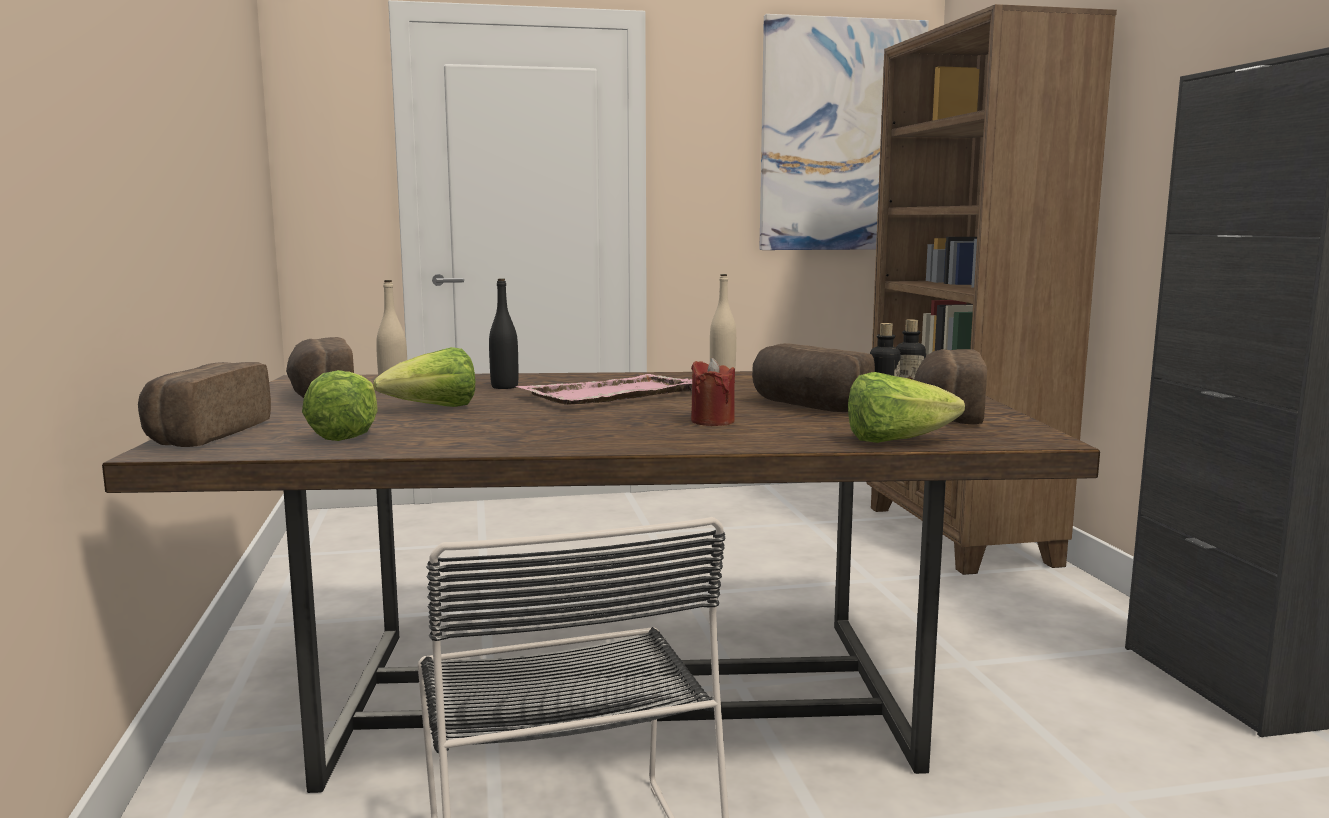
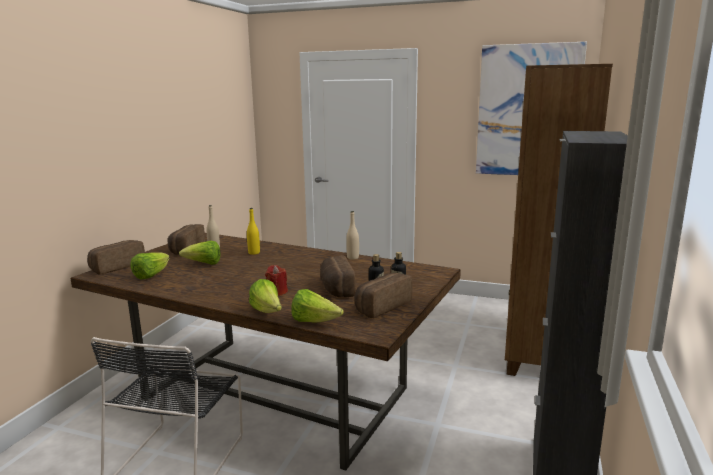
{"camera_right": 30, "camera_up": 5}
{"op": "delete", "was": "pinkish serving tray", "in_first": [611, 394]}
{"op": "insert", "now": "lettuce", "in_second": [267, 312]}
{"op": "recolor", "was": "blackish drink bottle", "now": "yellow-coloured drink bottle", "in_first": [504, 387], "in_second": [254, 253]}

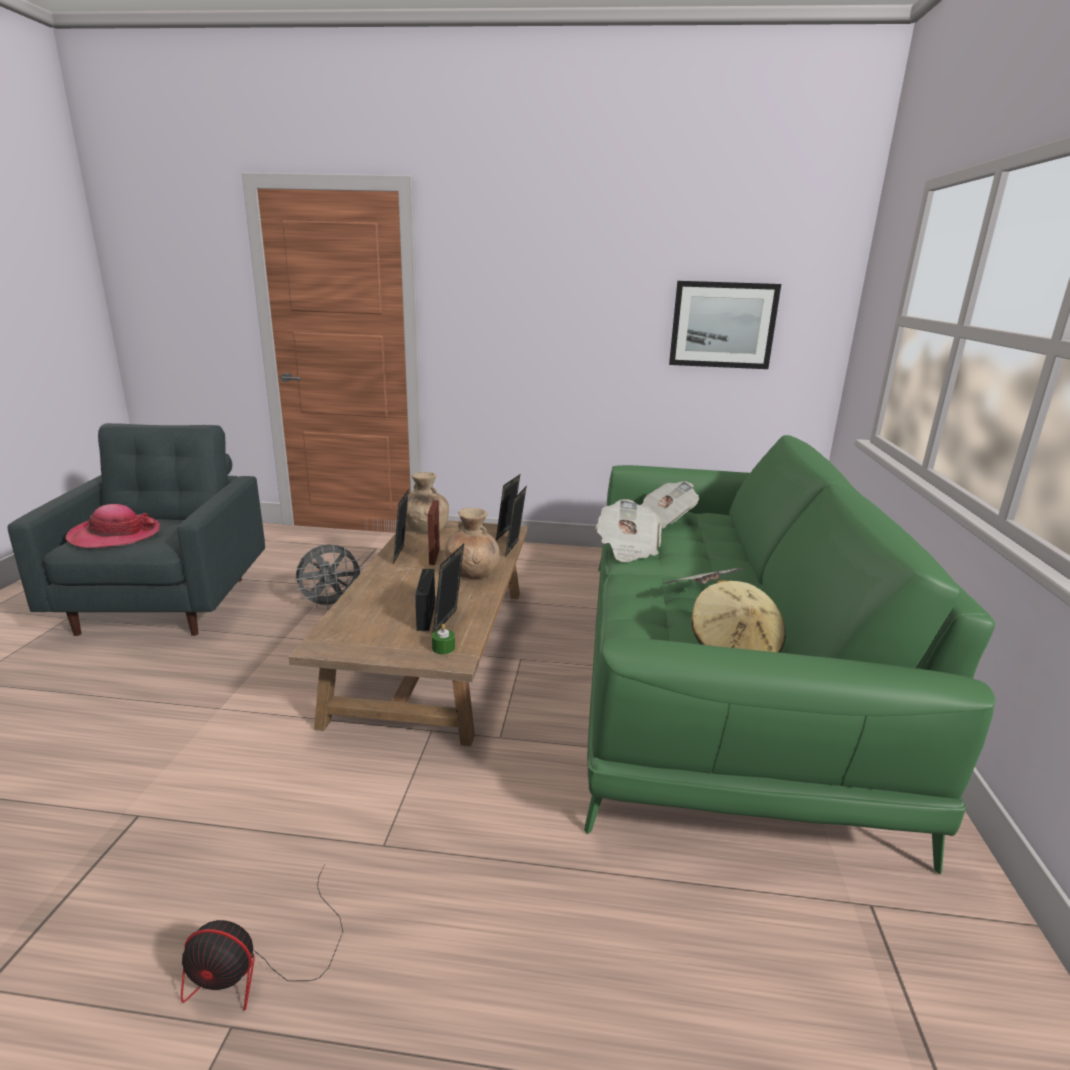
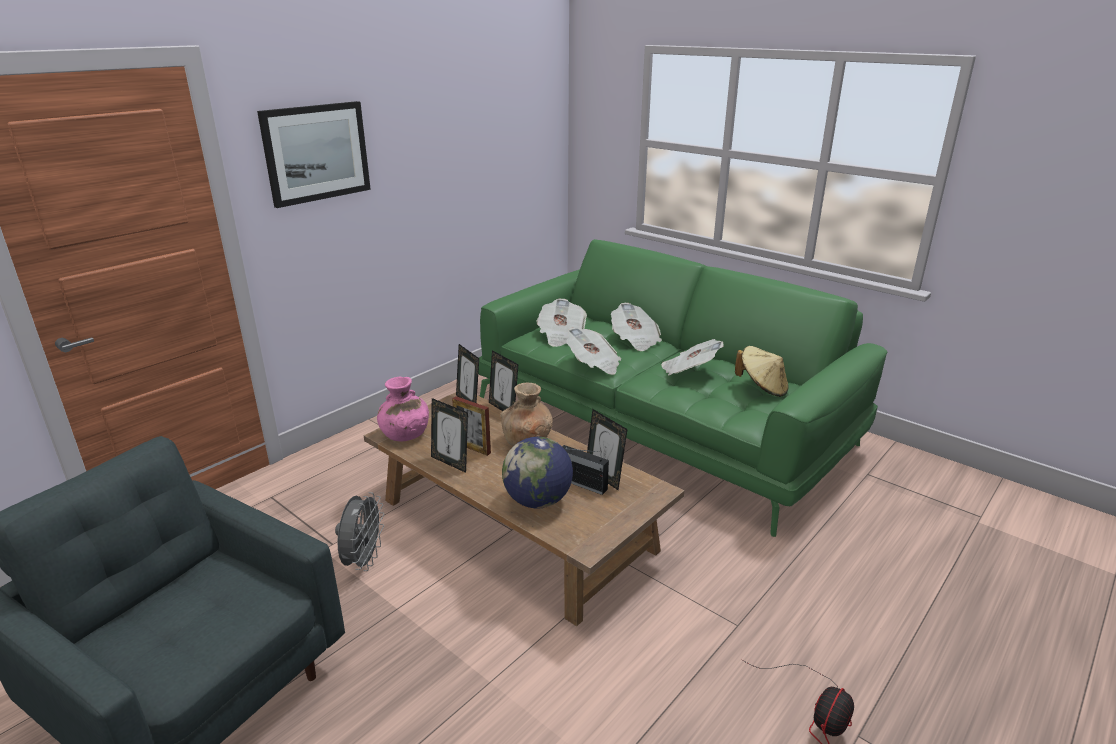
{"camera_right": -55, "camera_up": 5}
{"op": "delete", "was": "clothing hat", "in_first": [115, 535]}
{"op": "delete", "was": "greenish candle", "in_first": [443, 648]}
{"op": "insert", "now": "world globe", "in_second": [538, 501]}
{"op": "insert", "now": "newspaper", "in_second": [635, 340]}
{"op": "move", "was": "wall picture", "in_first": [723, 325], "in_second": [316, 153]}
{"op": "recolor", "was": "brown vase", "now": "pinkish vase", "in_first": [425, 528], "in_second": [405, 434]}

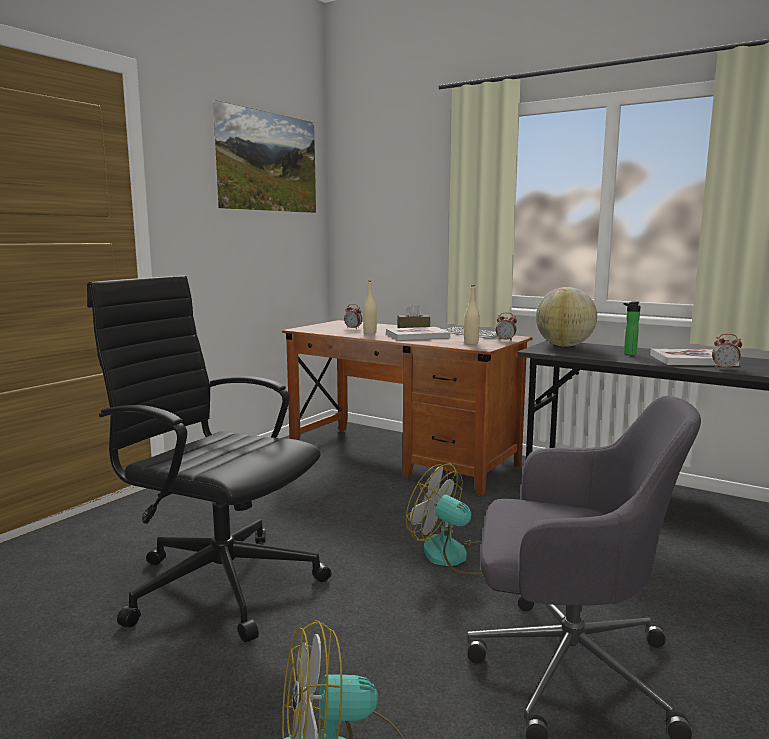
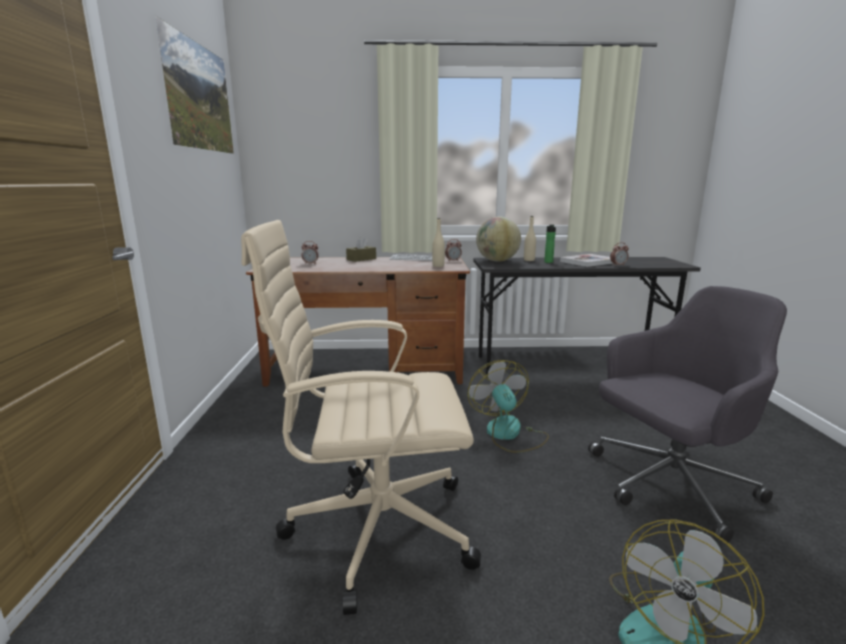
{"camera_right": -35, "camera_up": 5}
{"op": "delete", "was": "volume", "in_first": [417, 336]}
{"op": "move", "was": "sand-coloured drink bottle", "in_first": [370, 333], "in_second": [529, 260]}
{"op": "recolor", "was": "blackish office chair", "now": "sand-coloured office chair", "in_first": [219, 583], "in_second": [374, 528]}
{"op": "rotate", "was": "electric fan", "in_first": [455, 556], "in_second": [509, 434], "clockwise": 75}

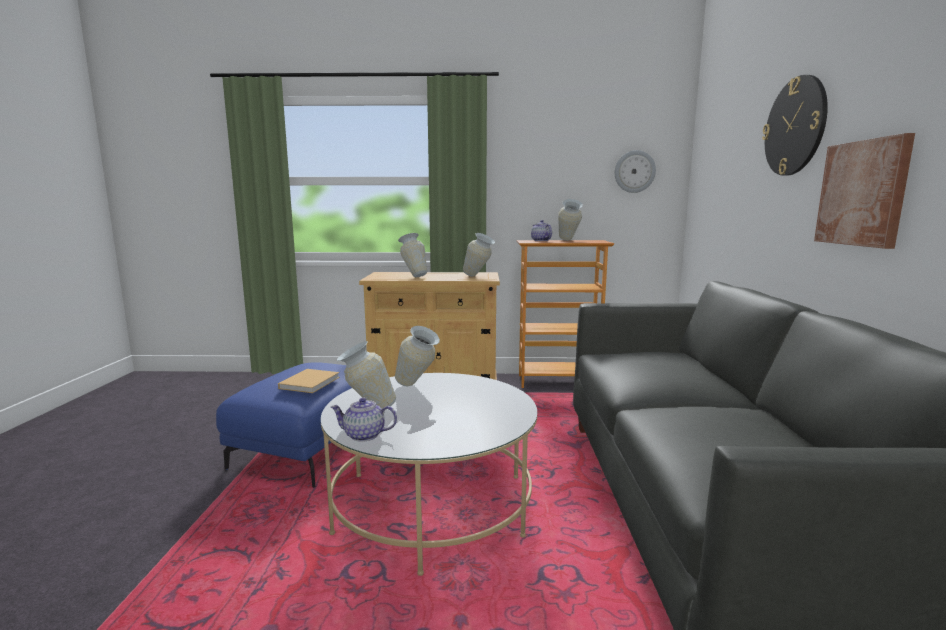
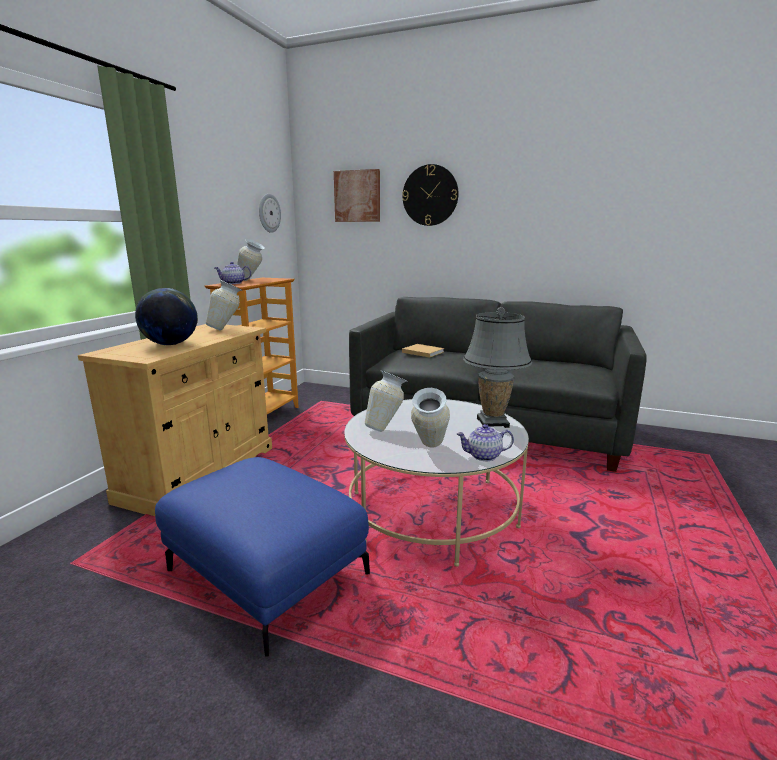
{"camera_right": -70, "camera_up": 5}
{"op": "insert", "now": "gray table lamp", "in_second": [493, 423]}
{"op": "move", "was": "sand-coloured volume", "in_first": [311, 382], "in_second": [422, 352]}
{"op": "move", "was": "wall picture", "in_first": [863, 193], "in_second": [357, 196]}
{"op": "replace", "was": "vase", "now": "world globe", "in_first": [413, 276], "in_second": [171, 344]}
{"op": "rotate", "was": "pot for tea", "in_first": [364, 435], "in_second": [483, 456], "clockwise": 60}

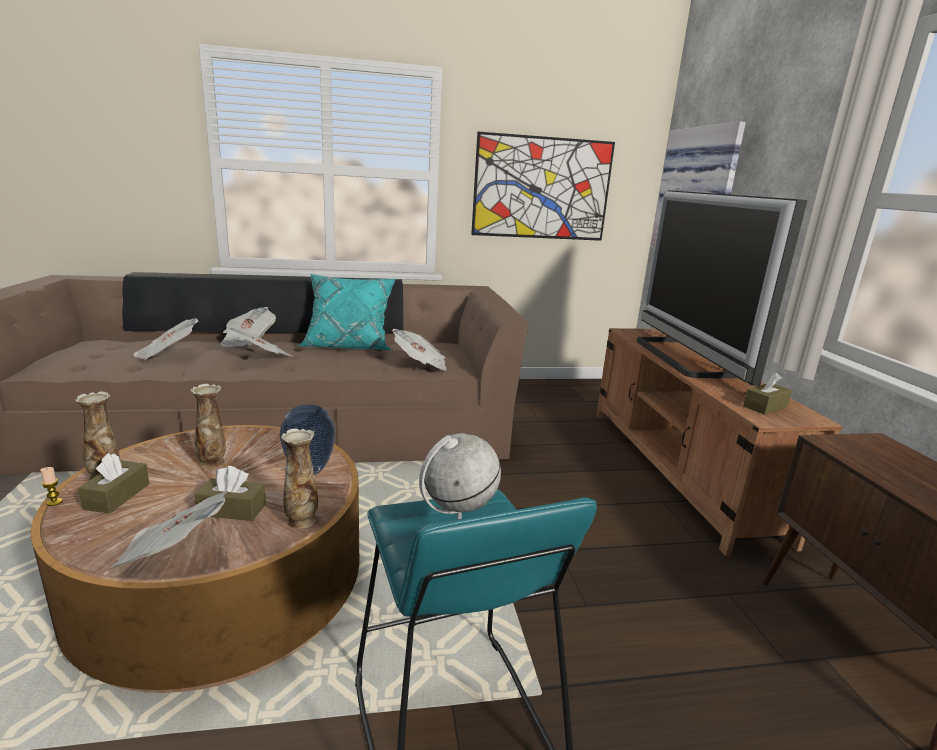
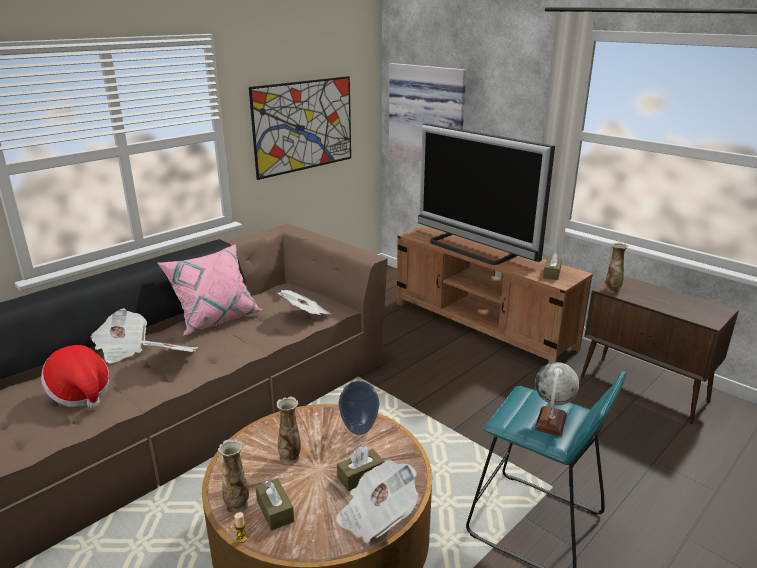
{"camera_right": -35, "camera_up": 5}
{"op": "move", "was": "vase", "in_first": [302, 520], "in_second": [612, 290]}
{"op": "replace", "was": "newspaper", "now": "clothing hat", "in_first": [167, 354], "in_second": [80, 393]}
{"op": "recolor", "was": "turquoise throw pillow", "now": "pinkish throw pillow", "in_first": [349, 346], "in_second": [215, 318]}

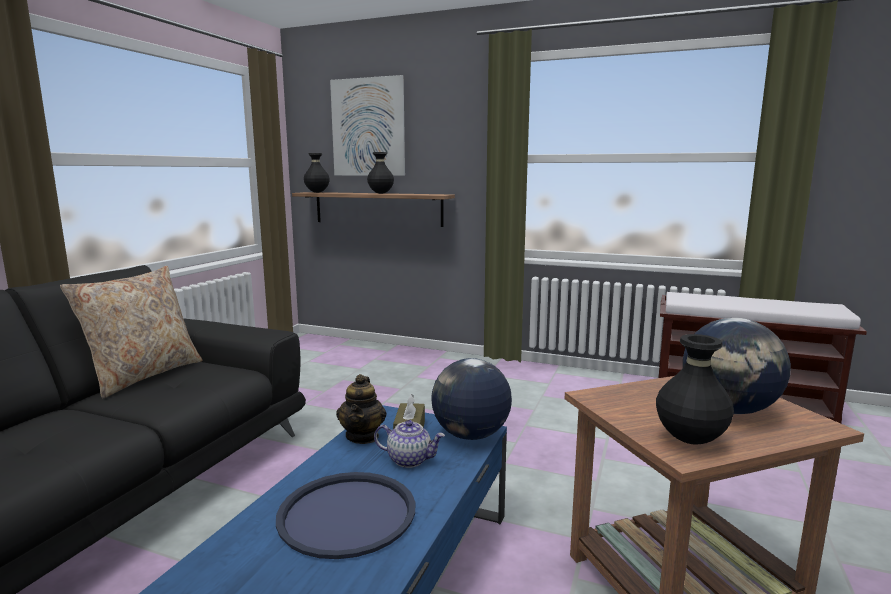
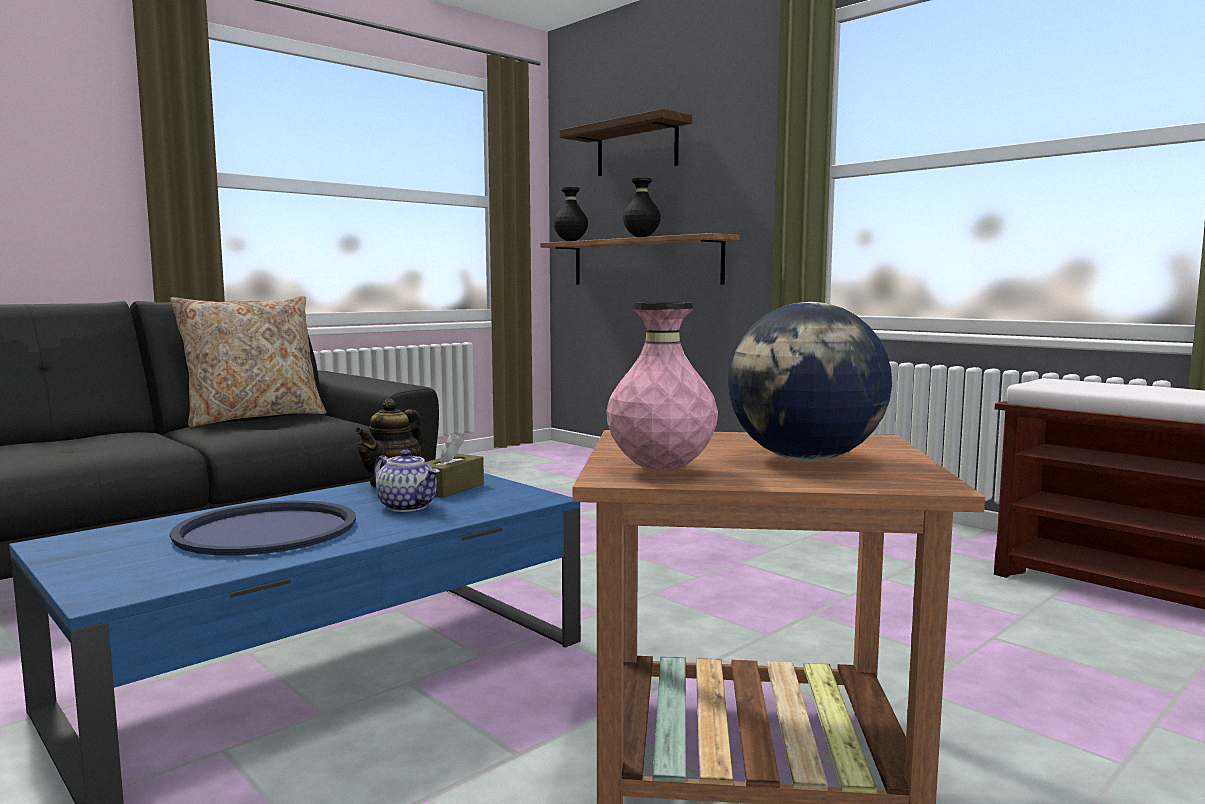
{"camera_right": 25, "camera_up": -5}
{"op": "delete", "was": "world globe", "in_first": [470, 435]}
{"op": "replace", "was": "wall picture", "now": "wall shelf", "in_first": [368, 127], "in_second": [637, 148]}
{"op": "recolor", "was": "blackish vase", "now": "pinkish vase", "in_first": [690, 441], "in_second": [661, 470]}

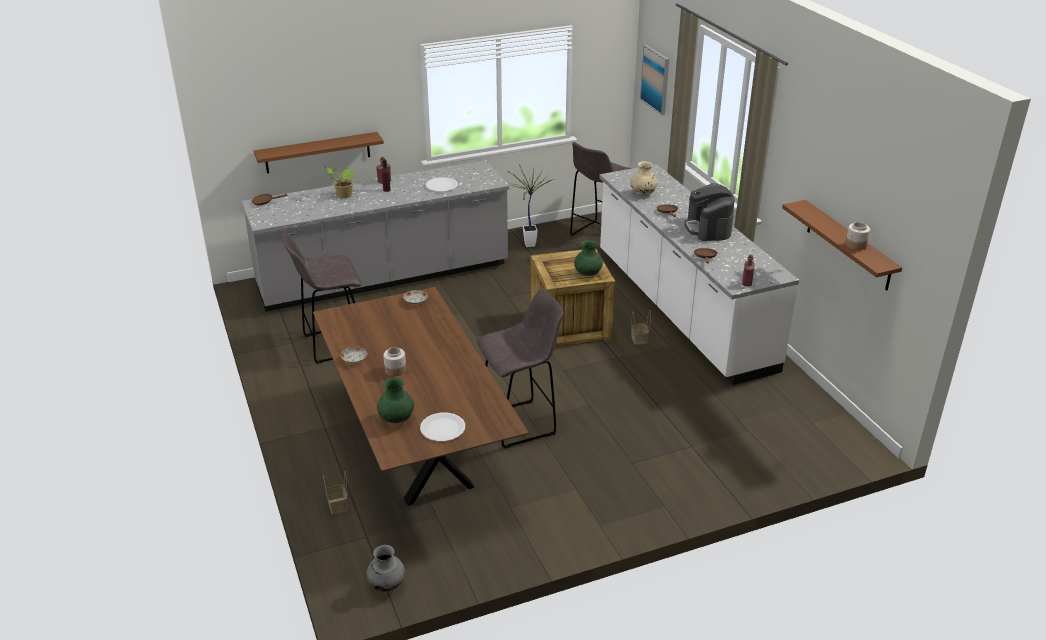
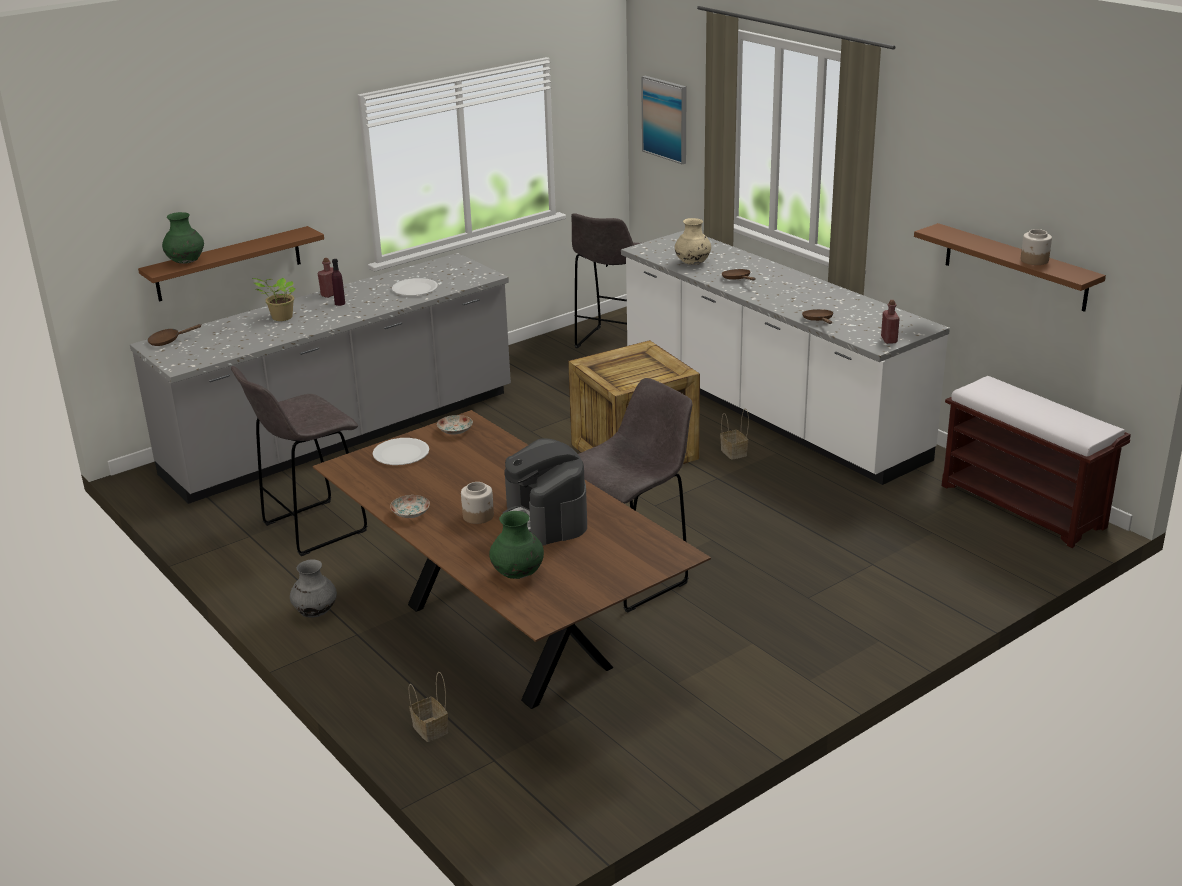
{"camera_right": -15, "camera_up": -5}
{"op": "delete", "was": "houseplant", "in_first": [528, 246]}
{"op": "insert", "now": "brown indoor bench", "in_second": [1024, 506]}
{"op": "move", "was": "gray vase", "in_first": [387, 584], "in_second": [315, 612]}
{"op": "move", "was": "whitish dinner plate", "in_first": [443, 428], "in_second": [401, 453]}
{"op": "move", "was": "greenish vase", "in_first": [588, 274], "in_second": [186, 262]}
{"op": "move", "was": "coffee maker", "in_first": [708, 228], "in_second": [546, 519]}

